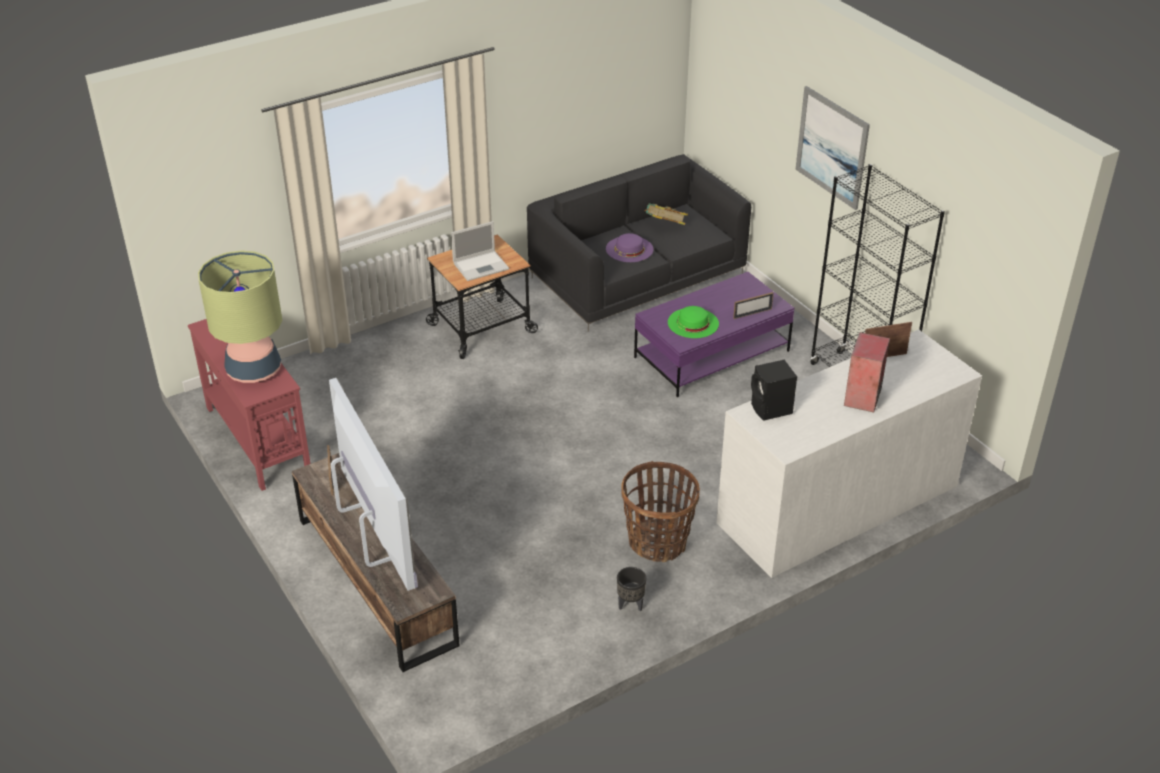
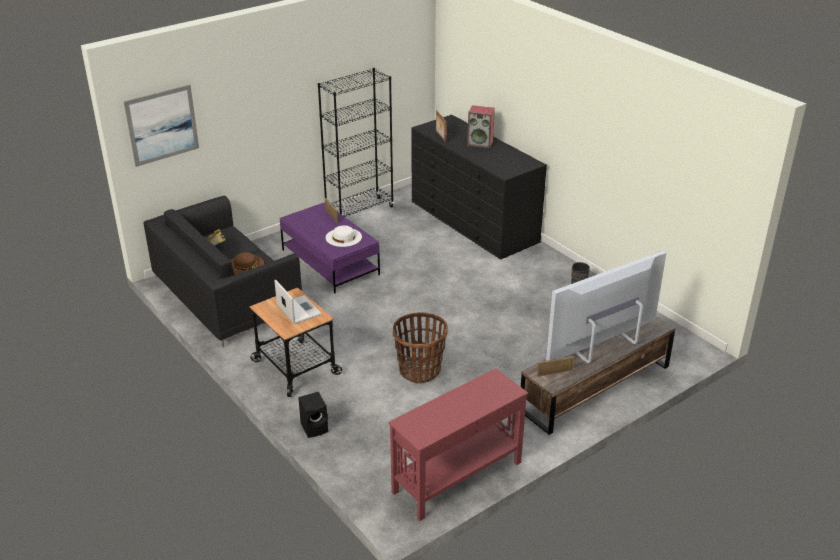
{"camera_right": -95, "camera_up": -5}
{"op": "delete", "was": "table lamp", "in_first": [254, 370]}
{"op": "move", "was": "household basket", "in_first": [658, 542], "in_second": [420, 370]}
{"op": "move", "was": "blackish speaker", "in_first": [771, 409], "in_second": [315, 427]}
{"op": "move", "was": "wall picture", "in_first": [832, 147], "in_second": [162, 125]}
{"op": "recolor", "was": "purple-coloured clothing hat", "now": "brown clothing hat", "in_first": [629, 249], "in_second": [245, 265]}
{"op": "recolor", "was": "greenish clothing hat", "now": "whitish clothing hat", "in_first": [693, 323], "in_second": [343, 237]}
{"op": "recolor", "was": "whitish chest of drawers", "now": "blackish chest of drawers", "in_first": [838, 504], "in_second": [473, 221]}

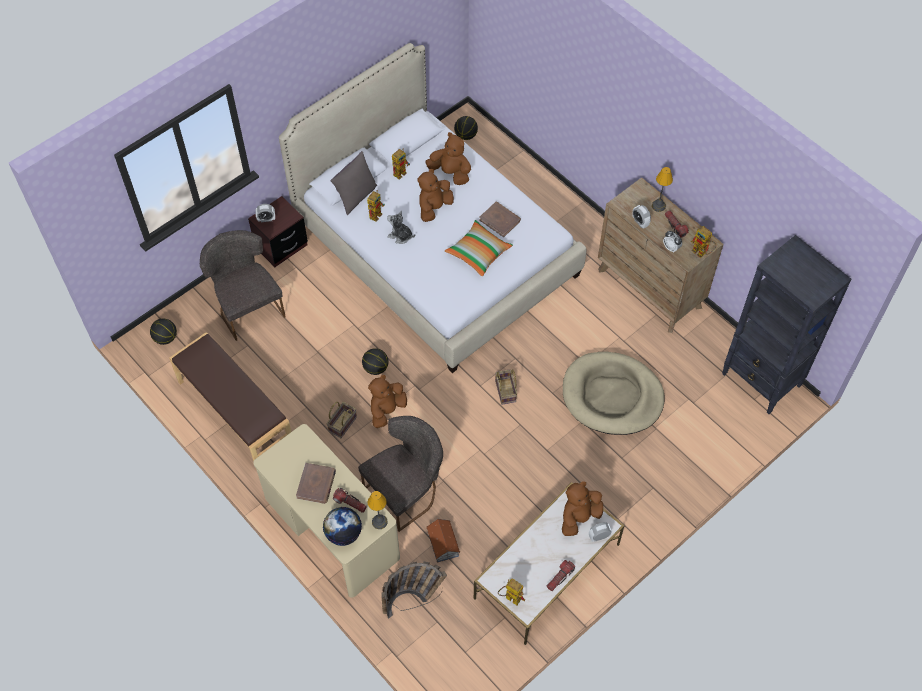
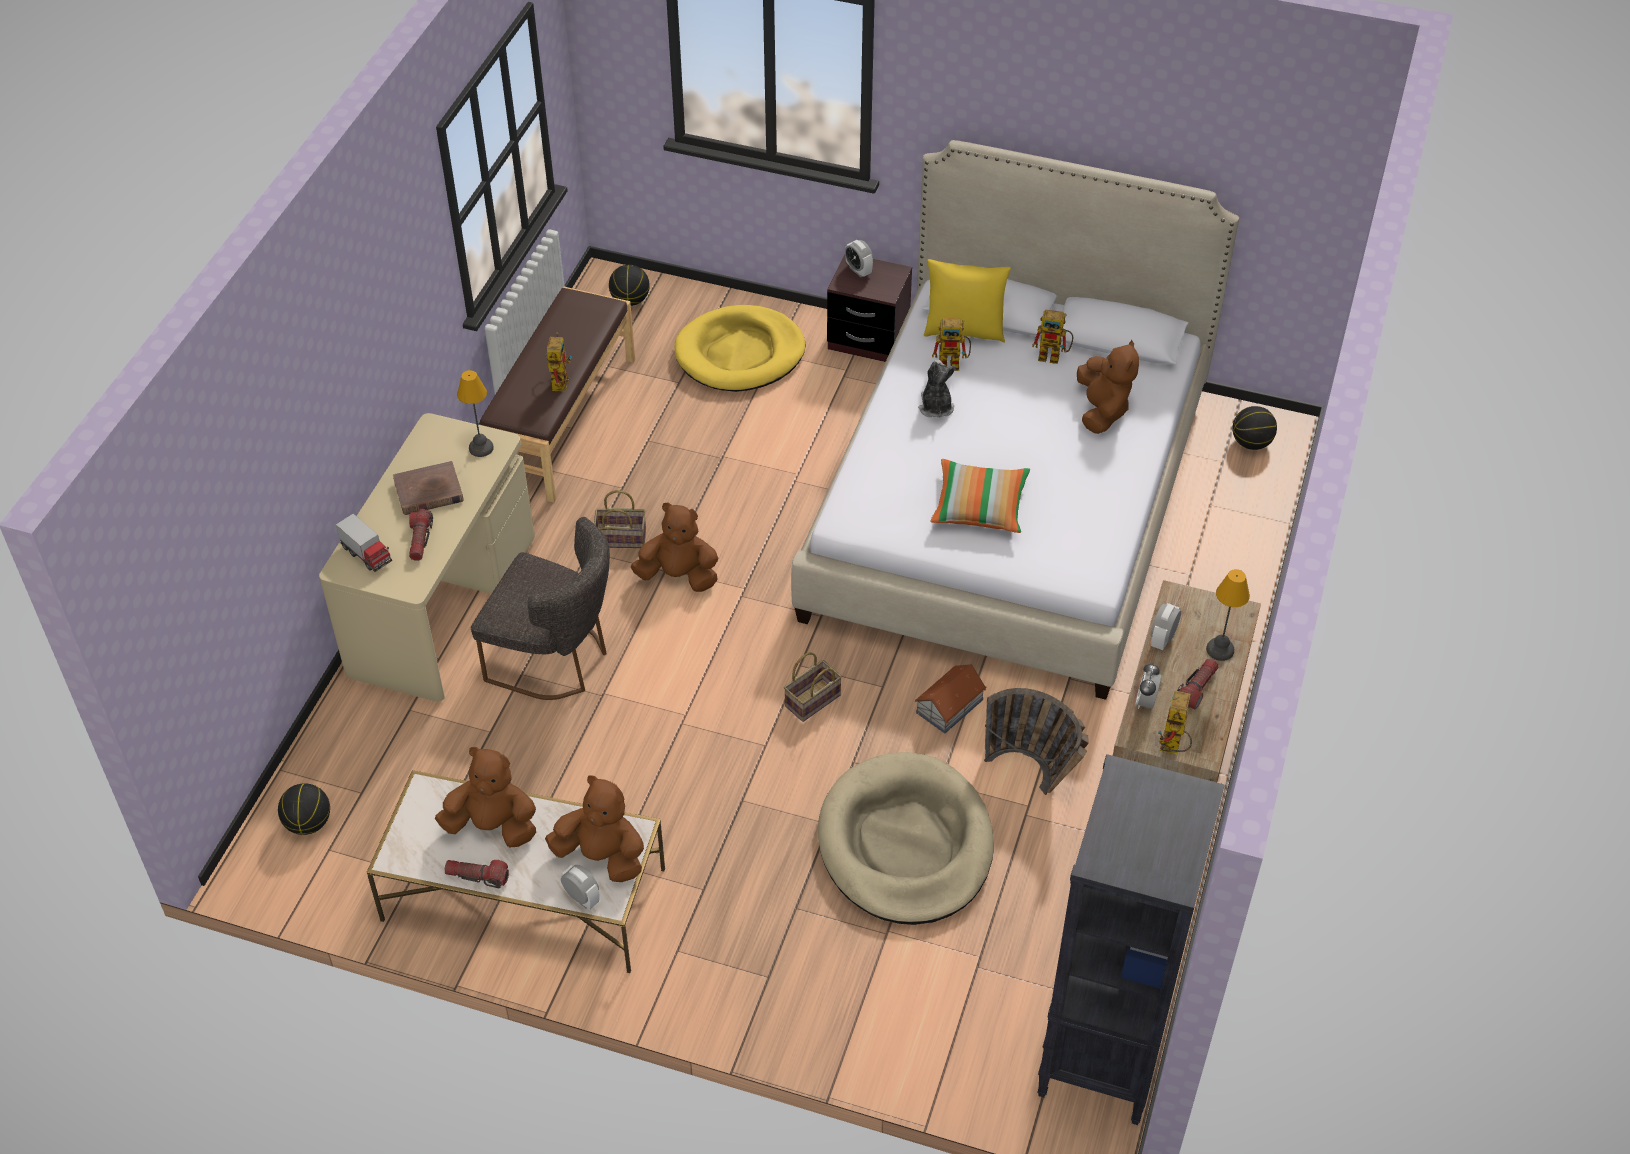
{"camera_right": 60, "camera_up": -10}
{"op": "delete", "was": "brown volume", "in_first": [500, 220]}
{"op": "move", "was": "ball for basketball", "in_first": [376, 368], "in_second": [309, 823]}
{"op": "move", "was": "table lamp", "in_first": [380, 522], "in_second": [481, 448]}
{"op": "move", "was": "household basket", "in_first": [413, 600], "in_second": [1034, 777]}
{"op": "move", "was": "brown cuddly toy", "in_first": [434, 208], "in_second": [493, 826]}
{"op": "move", "was": "model house", "in_first": [443, 544], "in_second": [948, 706]}
{"op": "move", "was": "robot figure", "in_first": [510, 597], "in_second": [559, 380]}
{"op": "replace", "was": "gray plain chair", "now": "yellow-coloured pet bed", "in_first": [247, 307], "in_second": [740, 354]}
{"op": "replace", "was": "world globe", "now": "model truck", "in_first": [343, 533], "in_second": [366, 555]}
{"op": "recolor", "was": "gray throw pillow", "now": "yellow-coloured throw pillow", "in_first": [356, 197], "in_second": [964, 330]}

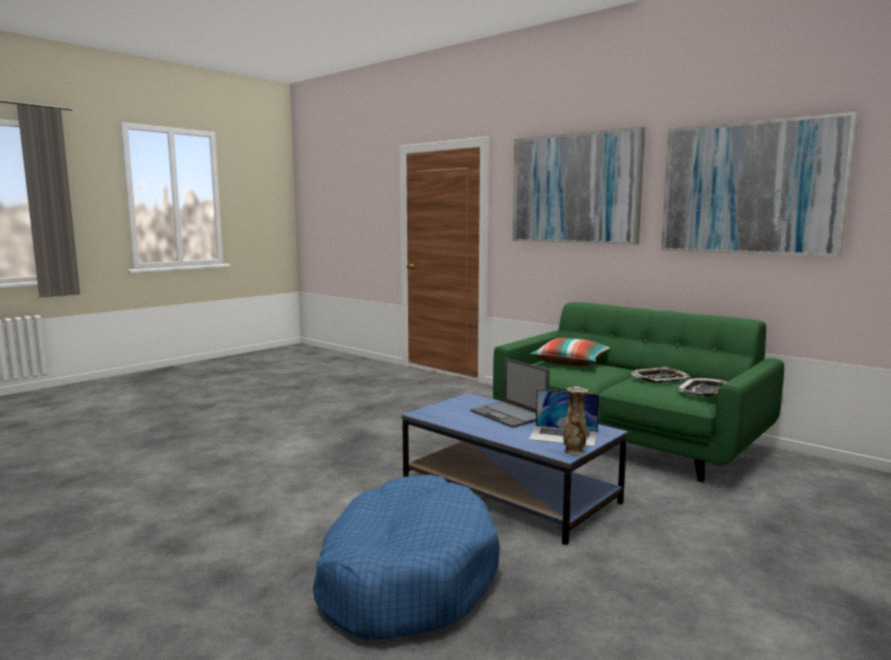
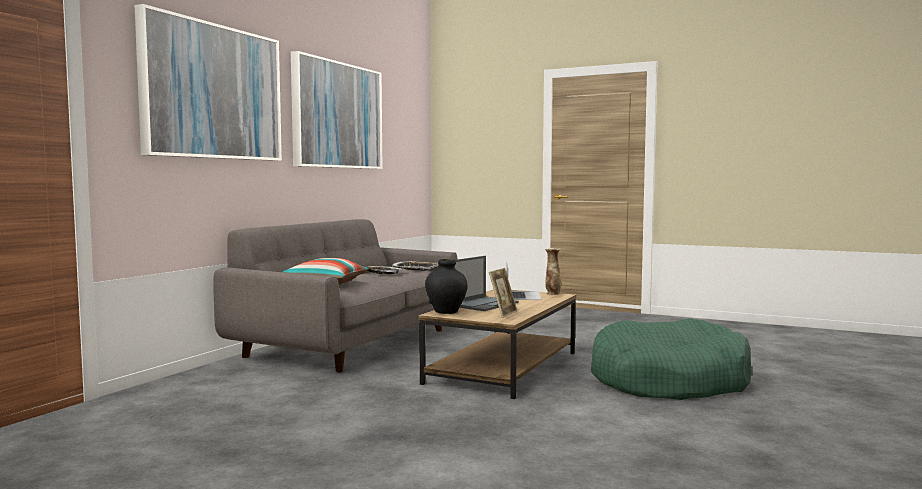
{"camera_right": -105, "camera_up": -5}
{"op": "insert", "now": "blackish vase", "in_second": [446, 312]}
{"op": "insert", "now": "picture frame", "in_second": [503, 314]}
{"op": "recolor", "was": "blue pet bed", "now": "greenish pet bed", "in_first": [406, 576], "in_second": [668, 381]}
{"op": "recolor", "was": "blue coffee table", "now": "brown coffee table", "in_first": [510, 492], "in_second": [503, 367]}
{"op": "recolor", "was": "greenish couch", "now": "gray couch", "in_first": [627, 438], "in_second": [351, 343]}

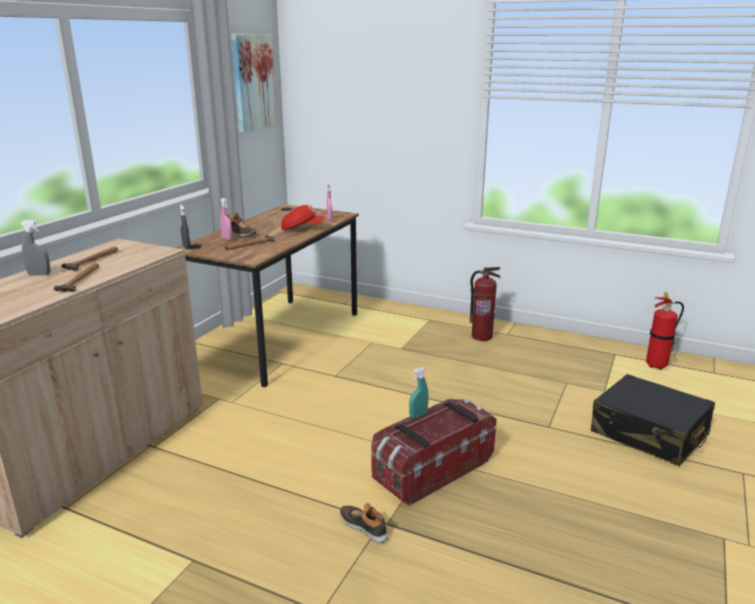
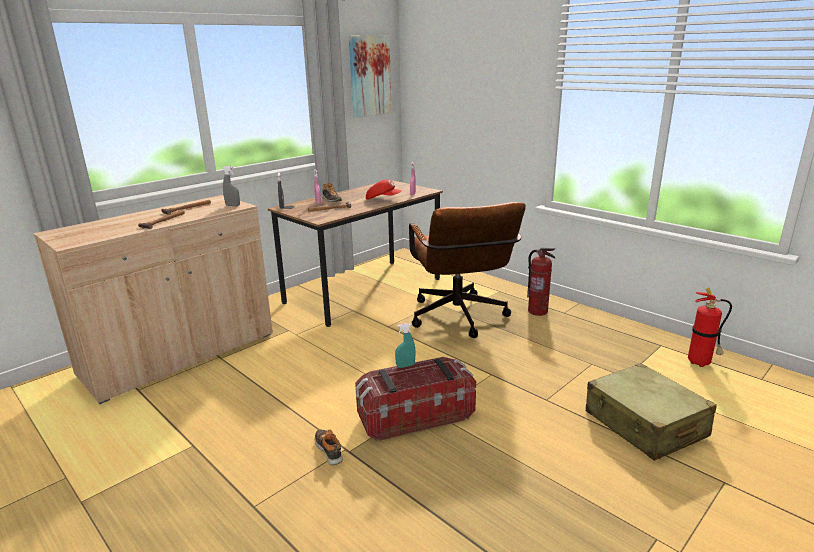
{"camera_right": 20, "camera_up": 0}
{"op": "insert", "now": "brown office chair", "in_second": [460, 320]}
{"op": "move", "was": "gray hand sprayer", "in_first": [39, 274], "in_second": [233, 205]}
{"op": "recolor", "was": "blackish suitcase", "now": "sand-coloured suitcase", "in_first": [649, 433], "in_second": [645, 424]}

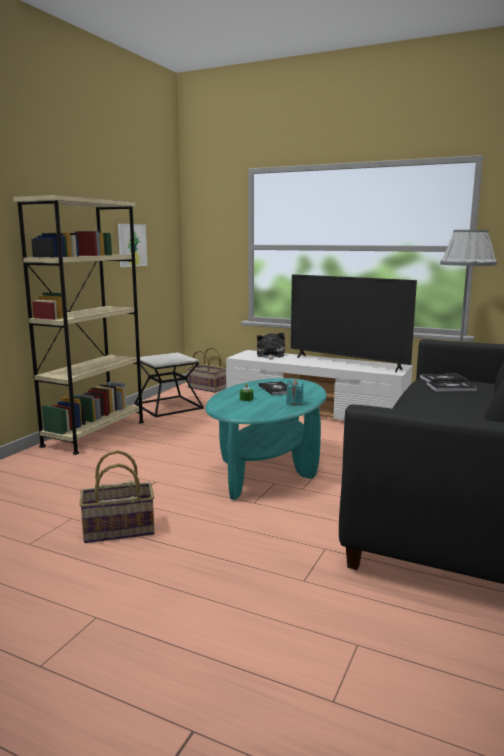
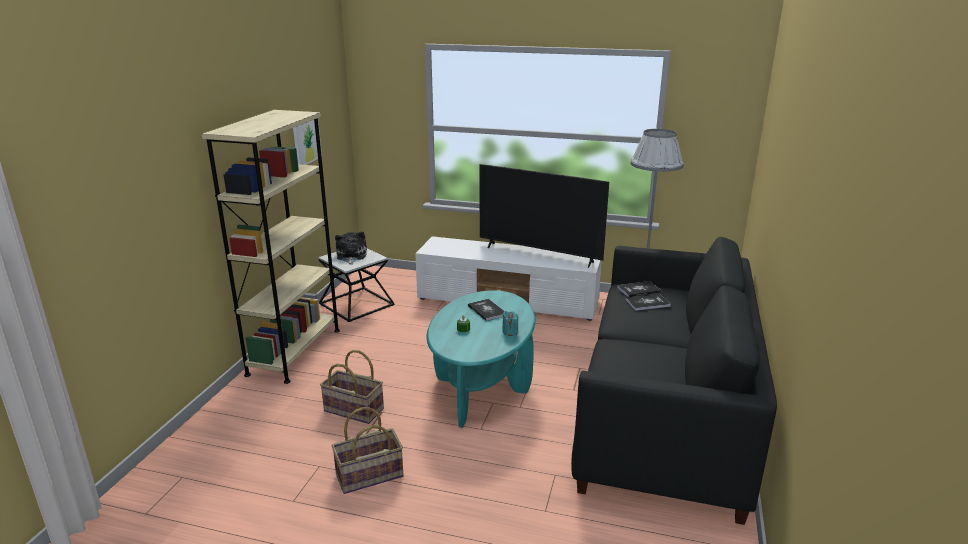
{"camera_right": -10, "camera_up": 10}
{"op": "move", "was": "household basket", "in_first": [206, 388], "in_second": [353, 410]}
{"op": "move", "was": "cuddly toy", "in_first": [270, 355], "in_second": [351, 256]}

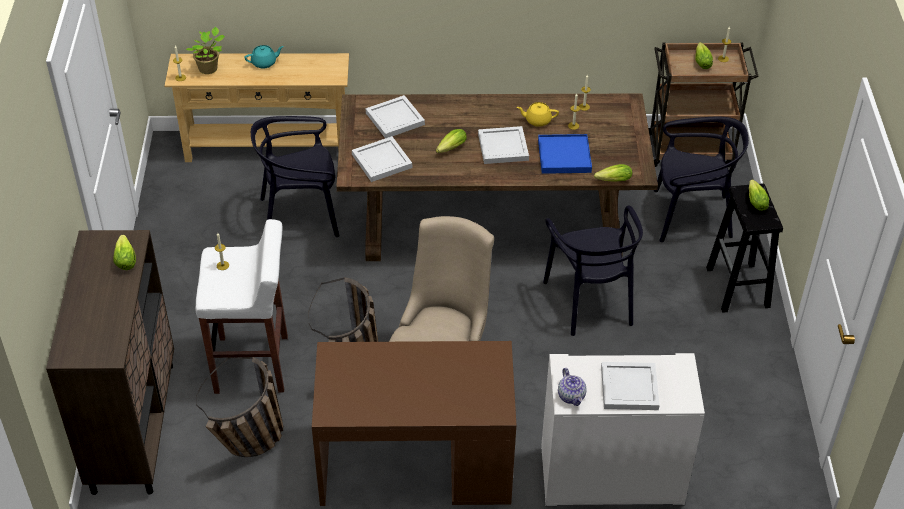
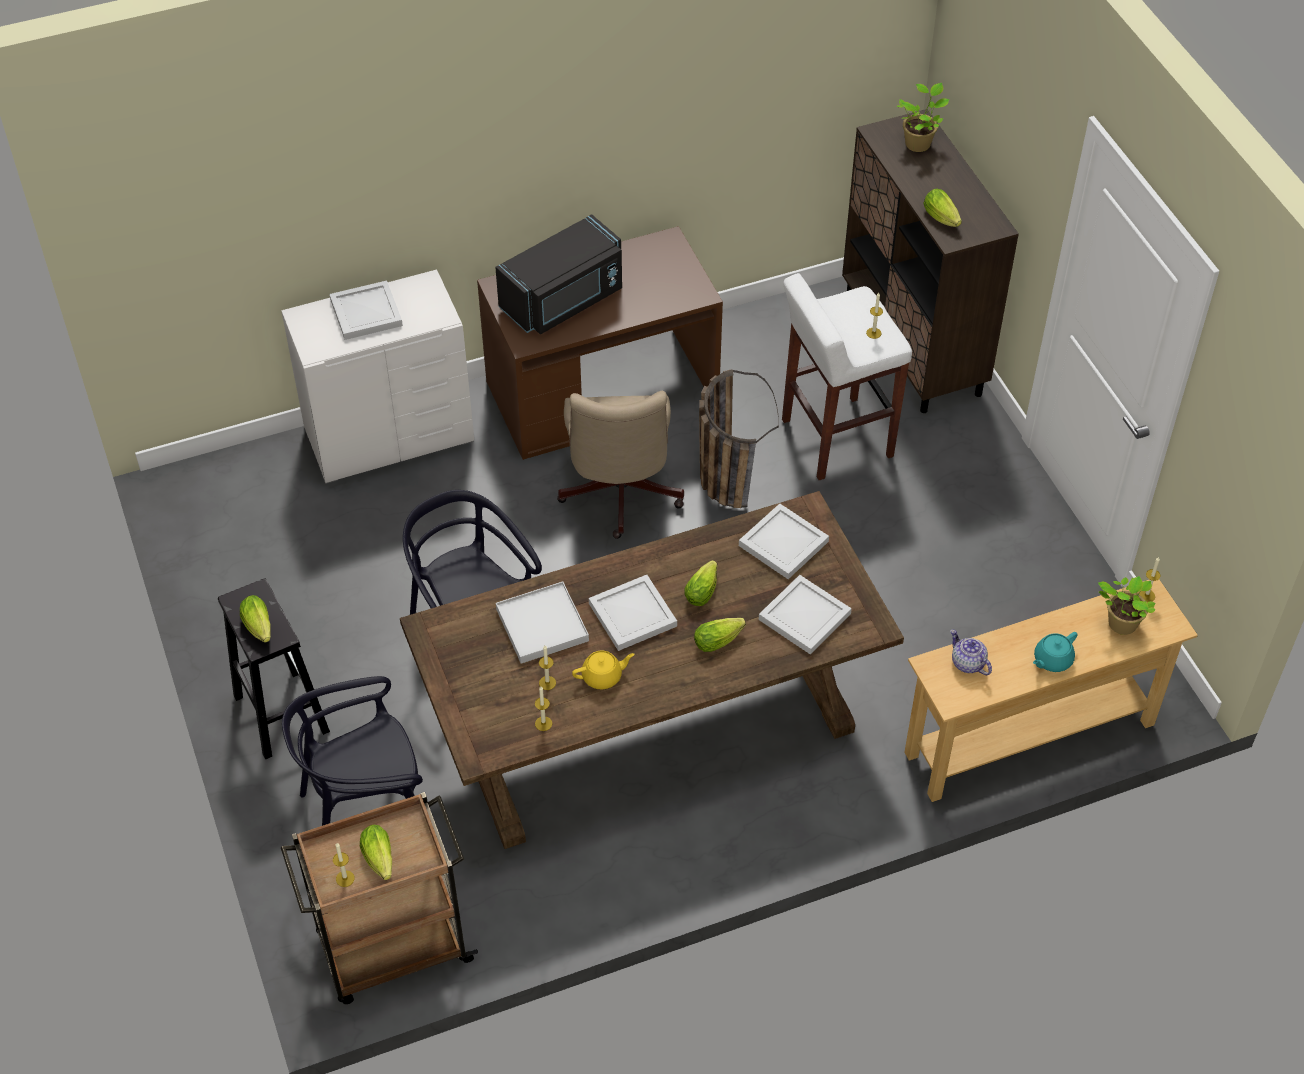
{"camera_right": 160, "camera_up": 5}
{"op": "delete", "was": "household basket", "in_first": [251, 446]}
{"op": "delete", "was": "blackish plain chair", "in_first": [300, 215]}
{"op": "insert", "now": "blackish kitchen microwave", "in_second": [564, 300]}
{"op": "insert", "now": "houseplant", "in_second": [918, 143]}
{"op": "move", "was": "pot for tea", "in_first": [572, 396], "in_second": [967, 663]}
{"op": "move", "was": "lettuce", "in_first": [611, 181], "in_second": [720, 640]}
{"op": "recolor", "was": "blue serving tray", "now": "whitish serving tray", "in_first": [564, 156], "in_second": [542, 625]}

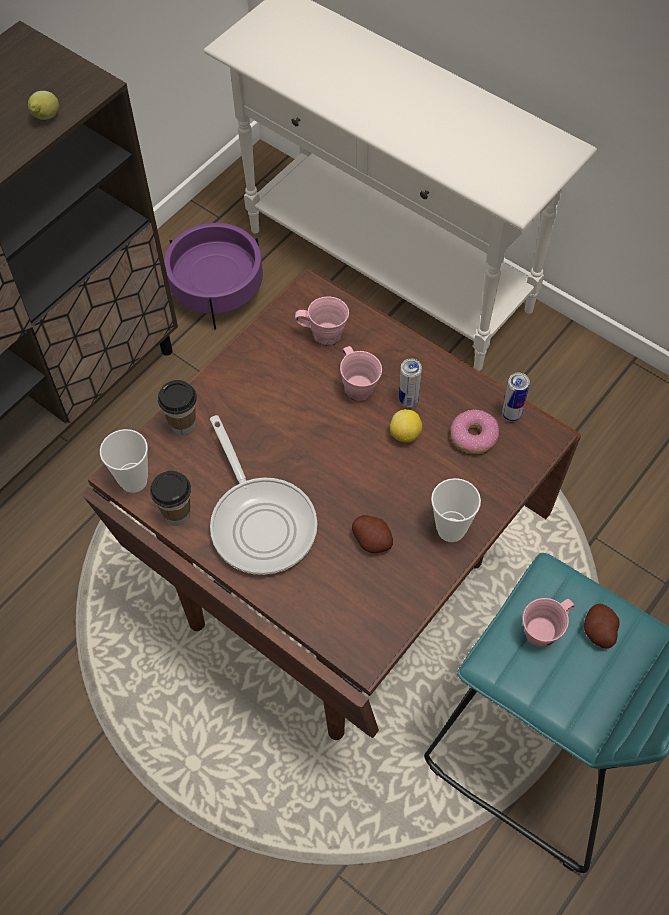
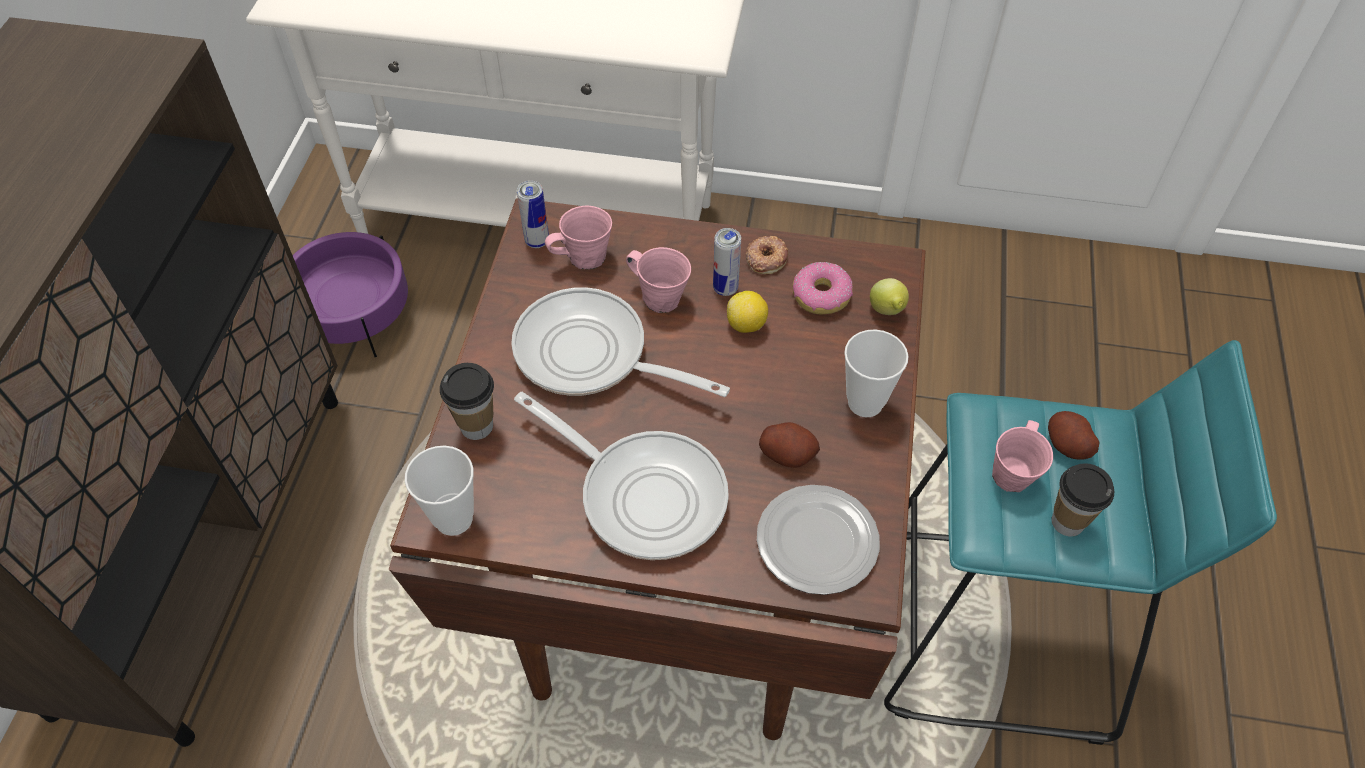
{"camera_right": -30, "camera_up": -5}
{"op": "insert", "now": "pan", "in_second": [591, 355]}
{"op": "insert", "now": "doughnut", "in_second": [766, 258]}
{"op": "insert", "now": "dinner plate", "in_second": [816, 543]}
{"op": "move", "was": "whole lemon", "in_first": [46, 118], "in_second": [887, 311]}
{"op": "move", "was": "small cup", "in_first": [177, 514], "in_second": [1067, 522]}
{"op": "move", "was": "can", "in_first": [511, 414], "in_second": [537, 241]}

